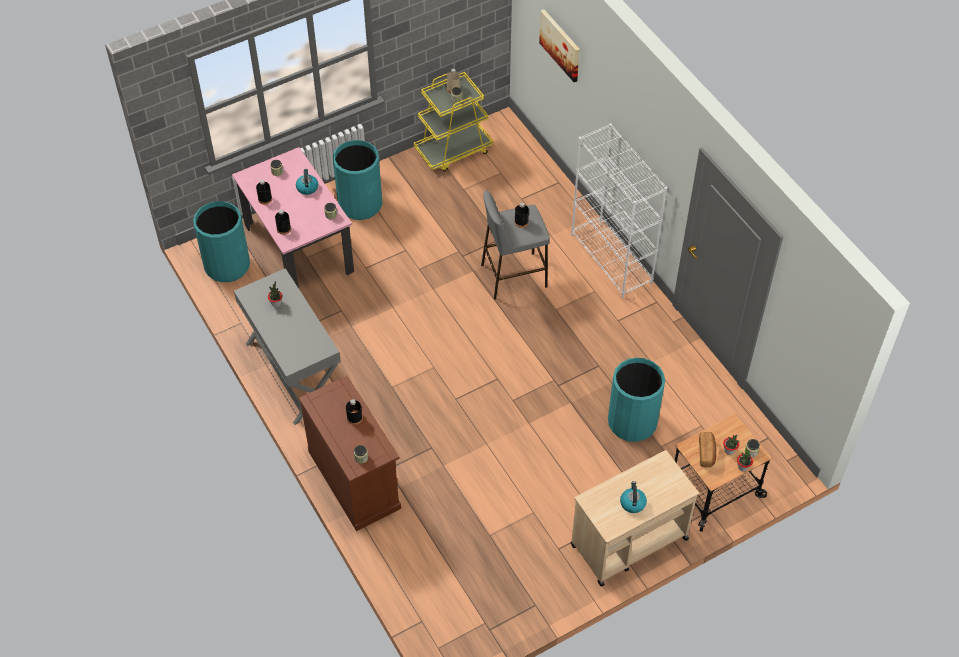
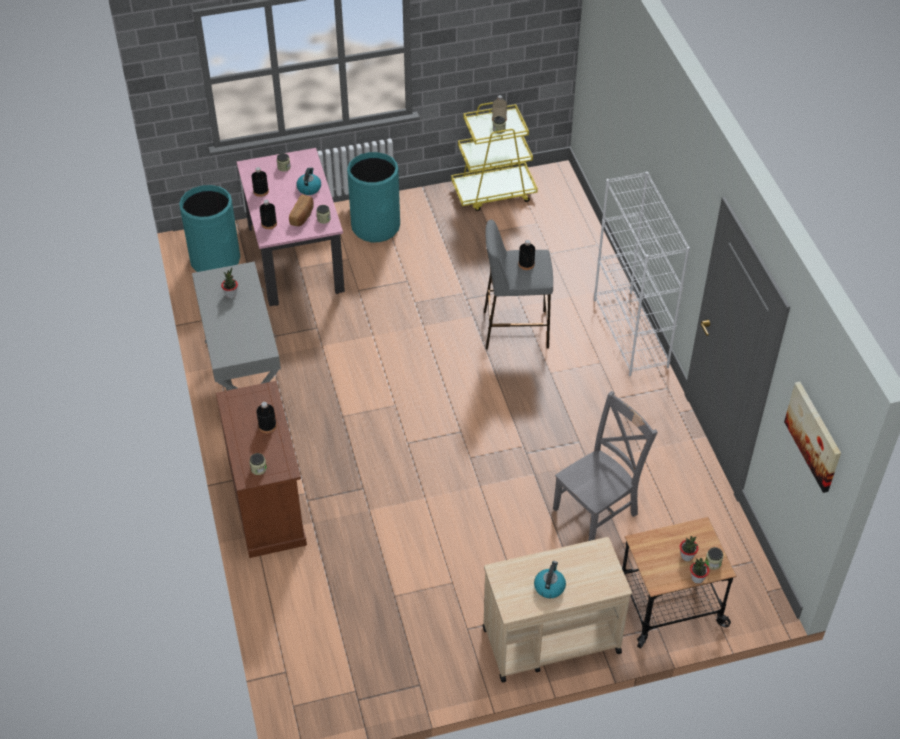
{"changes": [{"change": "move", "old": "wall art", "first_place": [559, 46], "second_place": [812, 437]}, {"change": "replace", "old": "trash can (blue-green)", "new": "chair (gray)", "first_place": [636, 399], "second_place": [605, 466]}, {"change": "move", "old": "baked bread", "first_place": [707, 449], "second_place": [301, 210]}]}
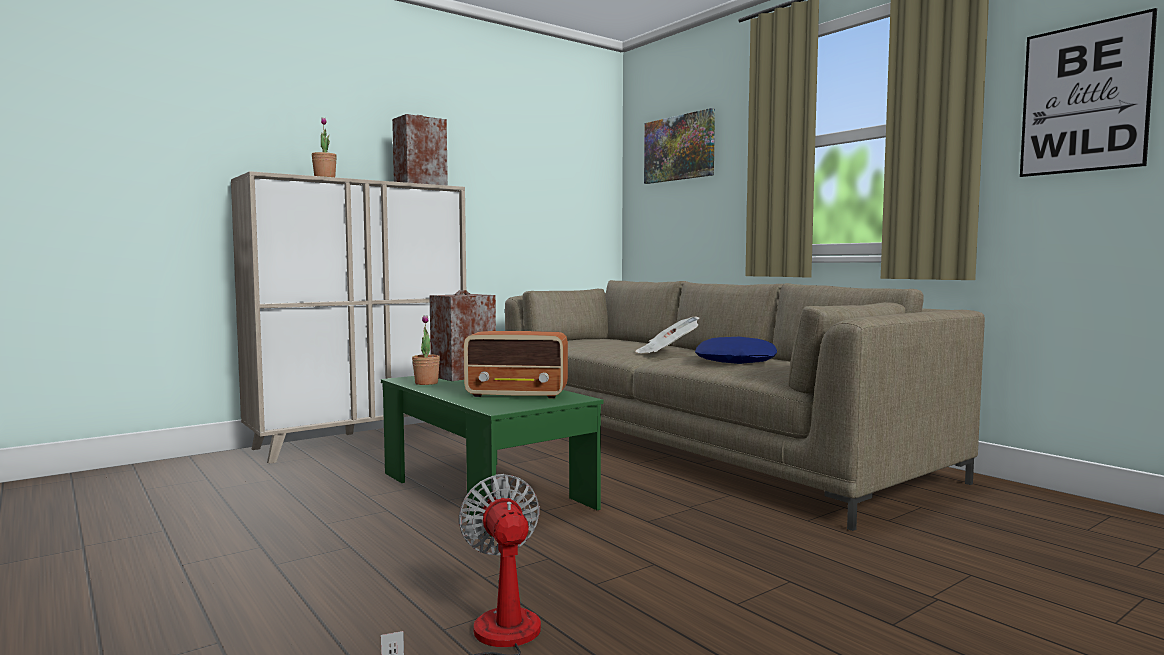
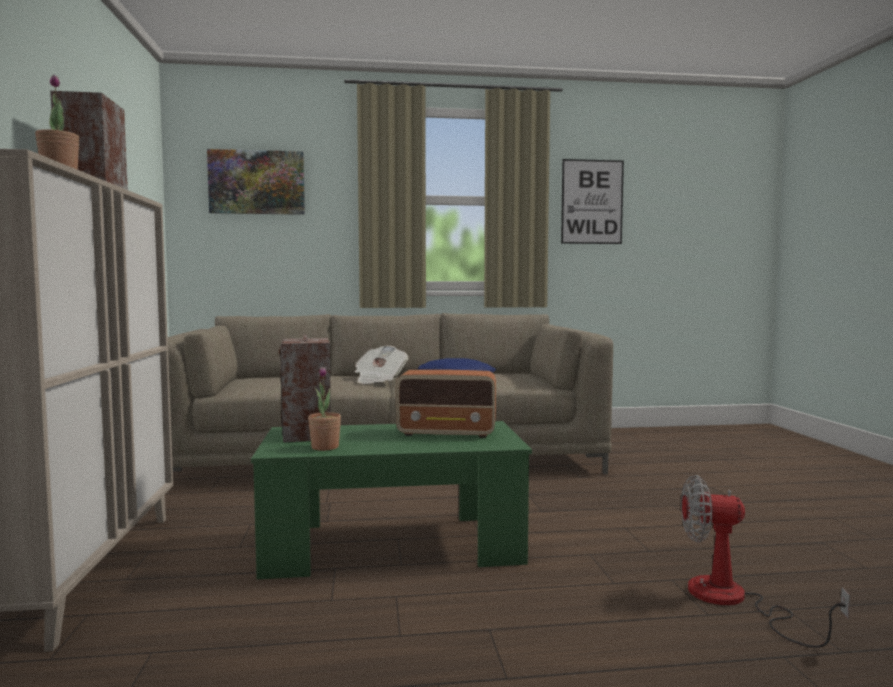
{"changes": [{"change": "rotate", "old": "radio receiver", "first_place": [516, 365], "second_place": [446, 404], "degrees": 60}]}
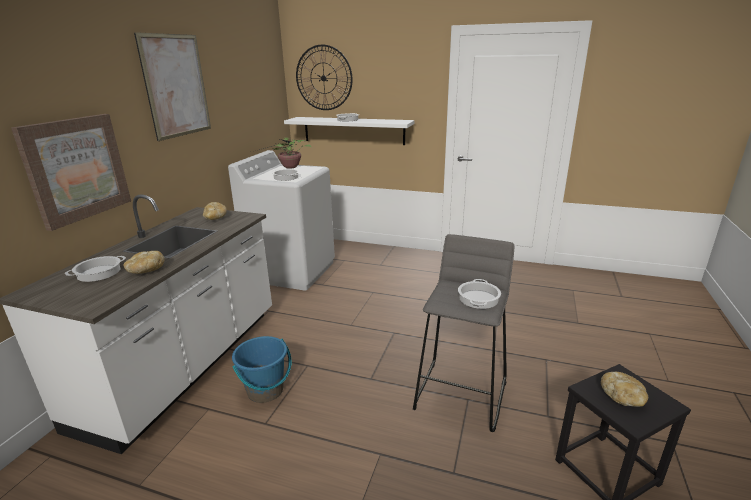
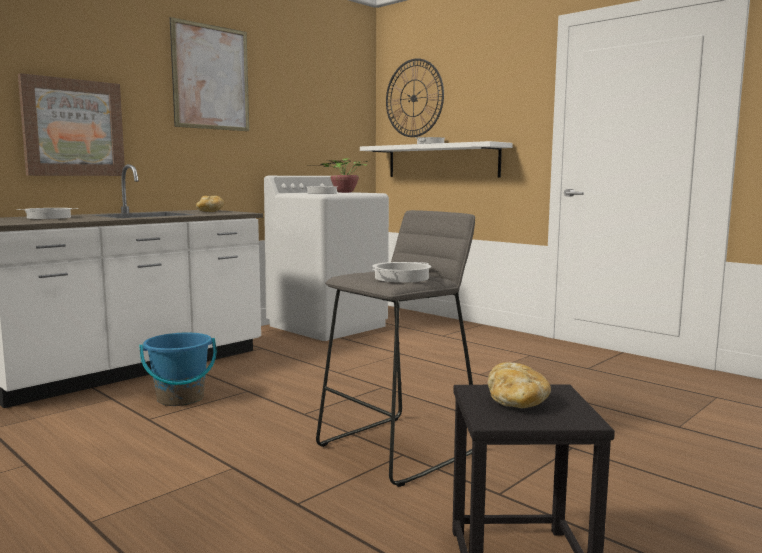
{"changes": [{"change": "delete", "old": "baked bread", "first_place": [143, 262]}]}
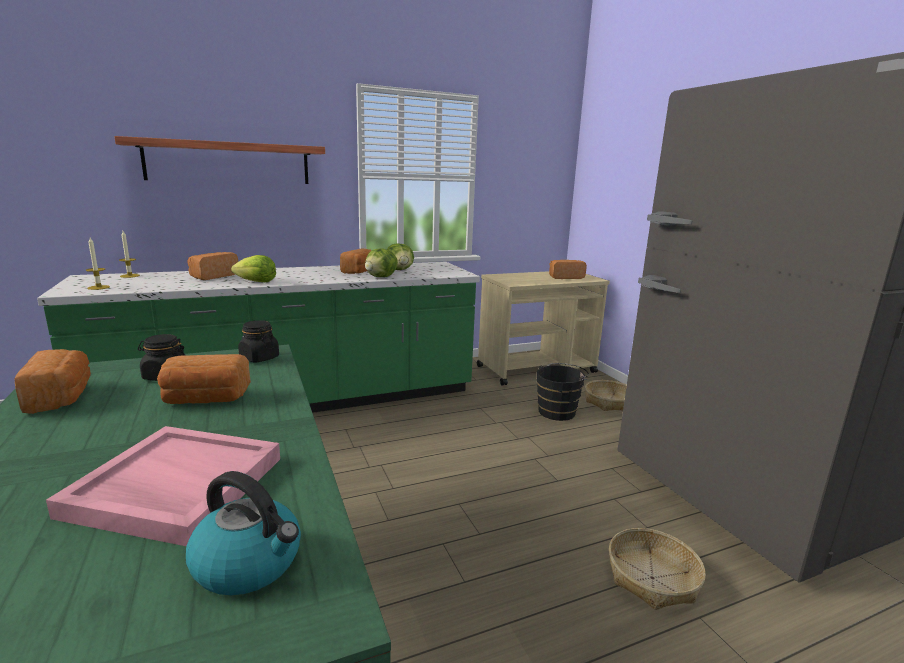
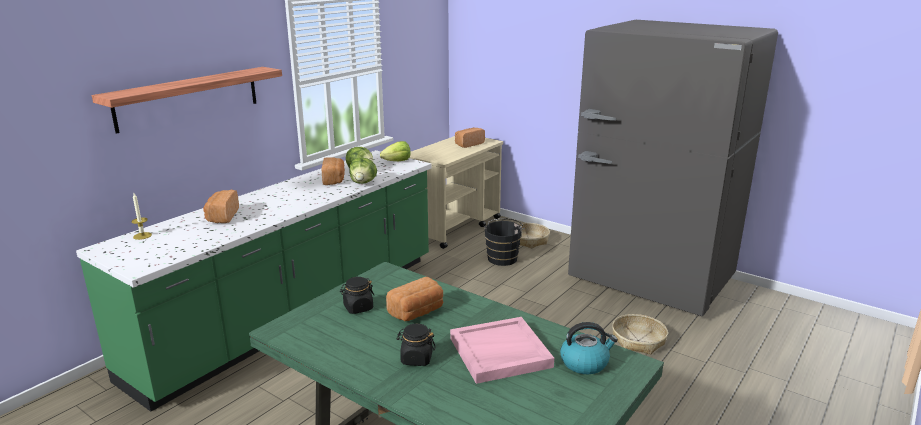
{"changes": [{"change": "delete", "old": "wax light", "first_place": [98, 264]}, {"change": "move", "old": "head of lettuce", "first_place": [253, 268], "second_place": [395, 151]}, {"change": "move", "old": "jar (black)", "first_place": [258, 341], "second_place": [416, 344]}, {"change": "delete", "old": "baked bread", "first_place": [52, 381]}]}
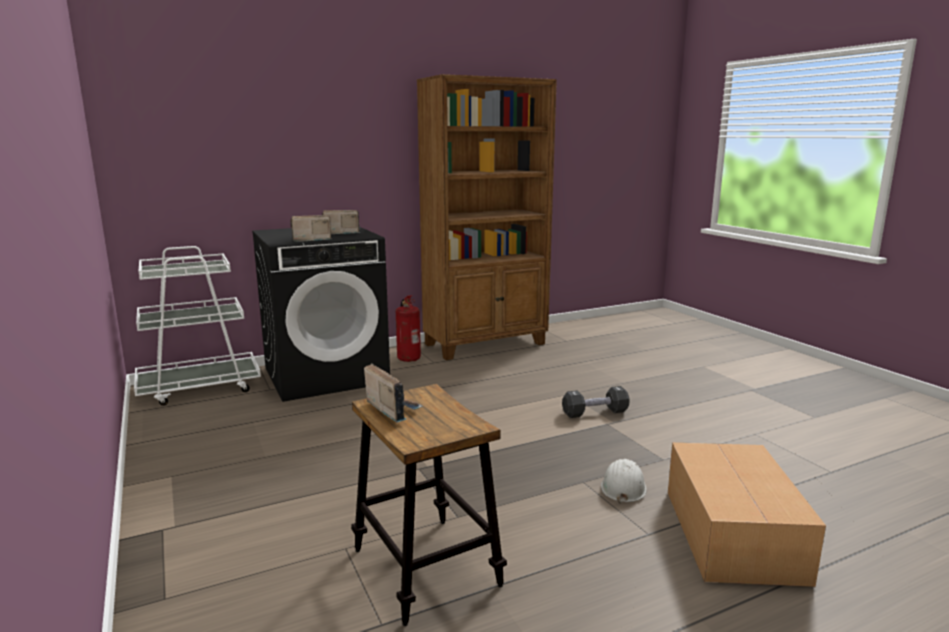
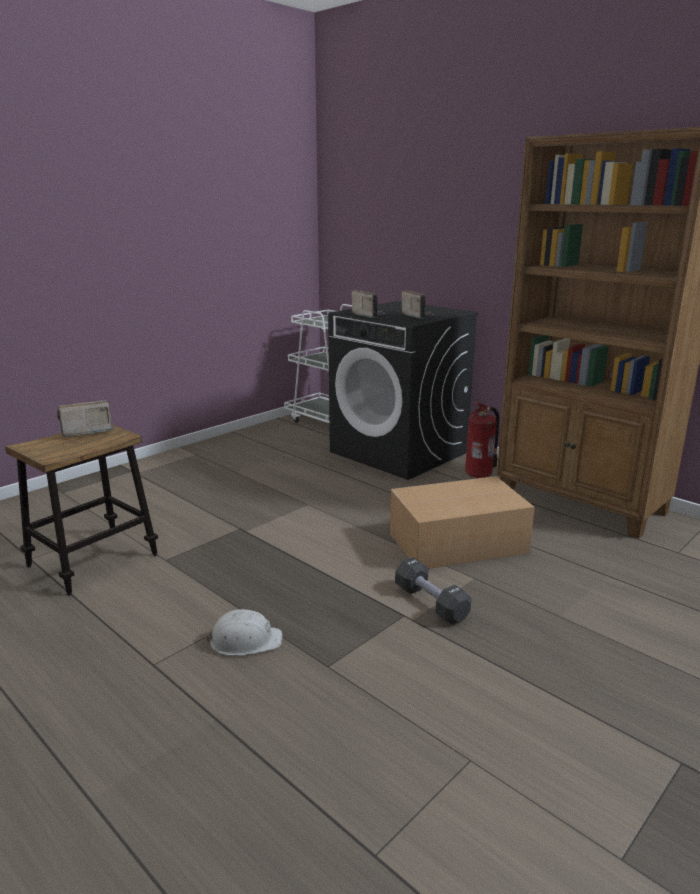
{"changes": [{"change": "rotate", "old": "radio receiver", "first_place": [393, 392], "second_place": [85, 418], "degrees": -150}, {"change": "move", "old": "cardboard box", "first_place": [747, 514], "second_place": [462, 522]}]}
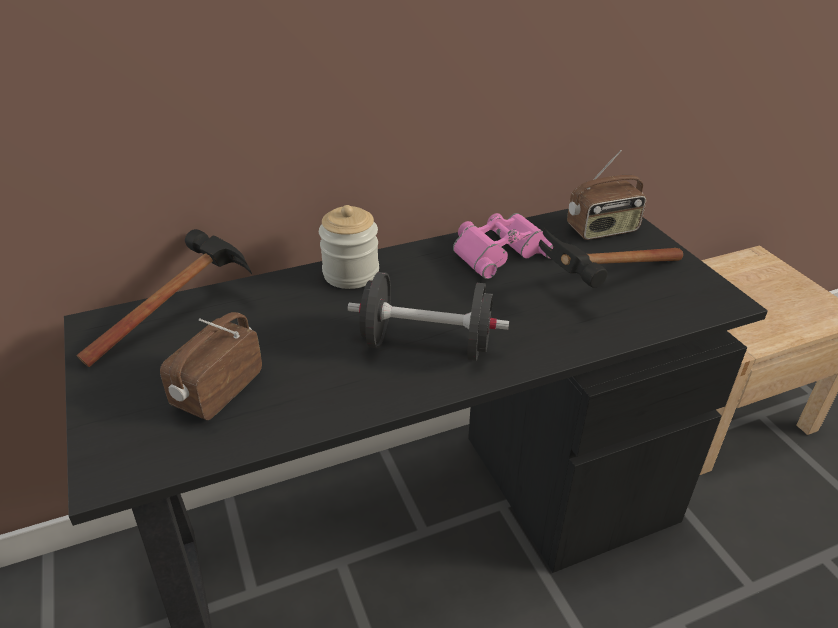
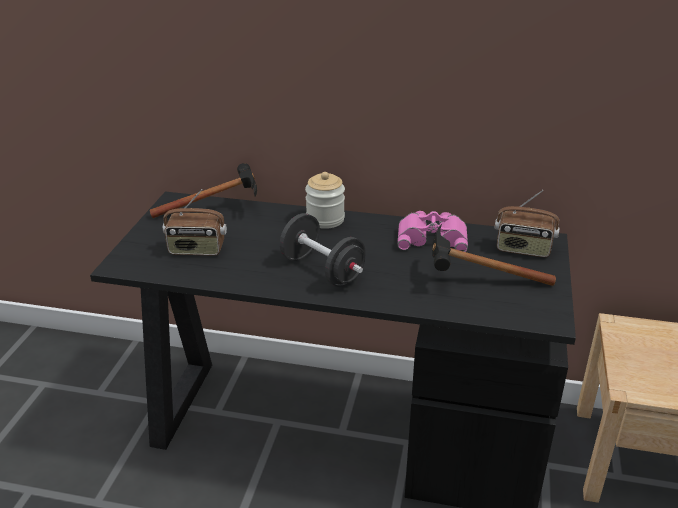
{"changes": [{"change": "rotate", "old": "radio receiver", "first_place": [211, 366], "second_place": [195, 222], "degrees": -150}]}
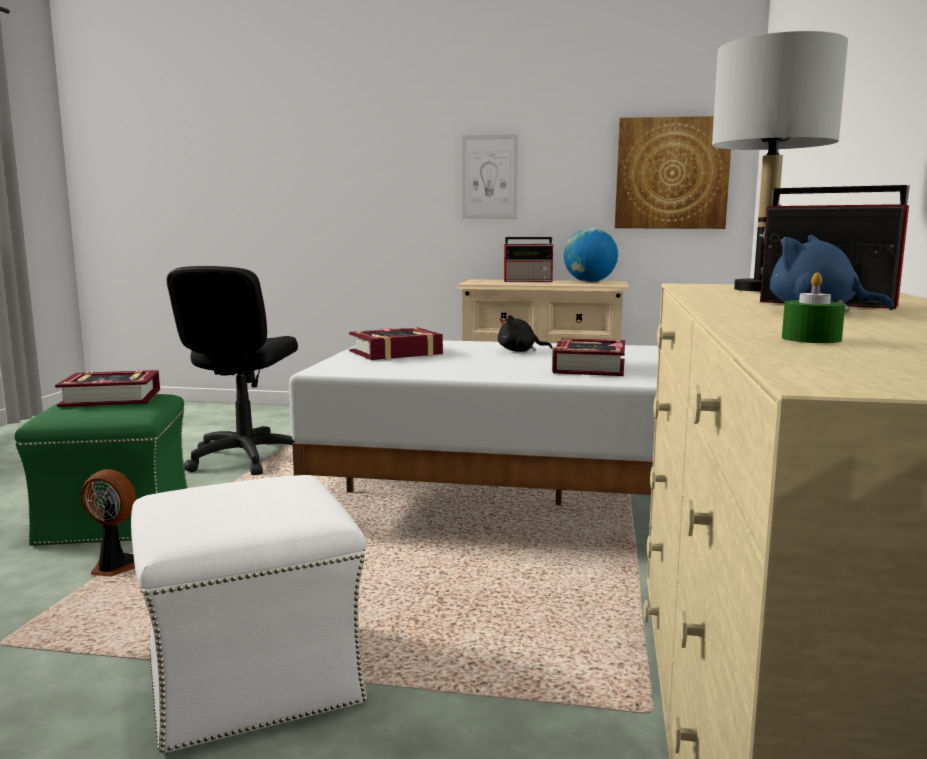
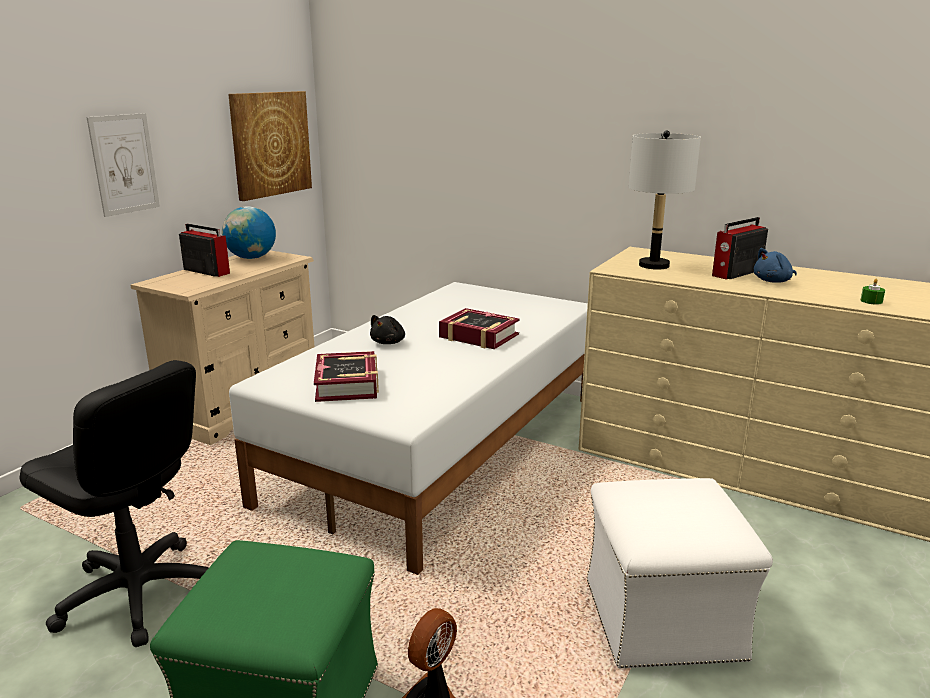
{"changes": [{"change": "rotate", "old": "radio receiver", "first_place": [529, 259], "second_place": [204, 250], "degrees": -75}, {"change": "delete", "old": "book", "first_place": [107, 388]}]}
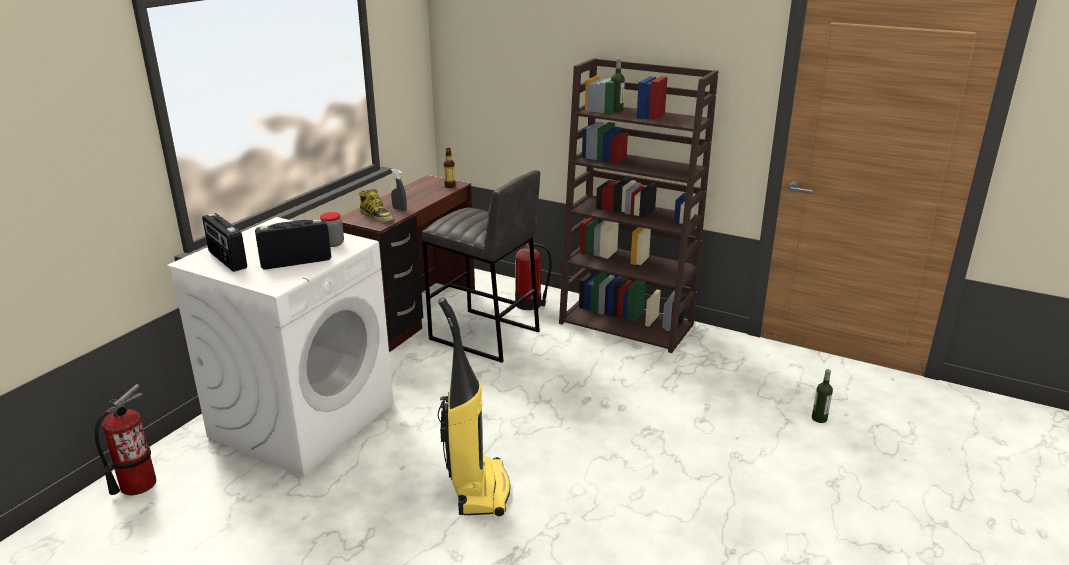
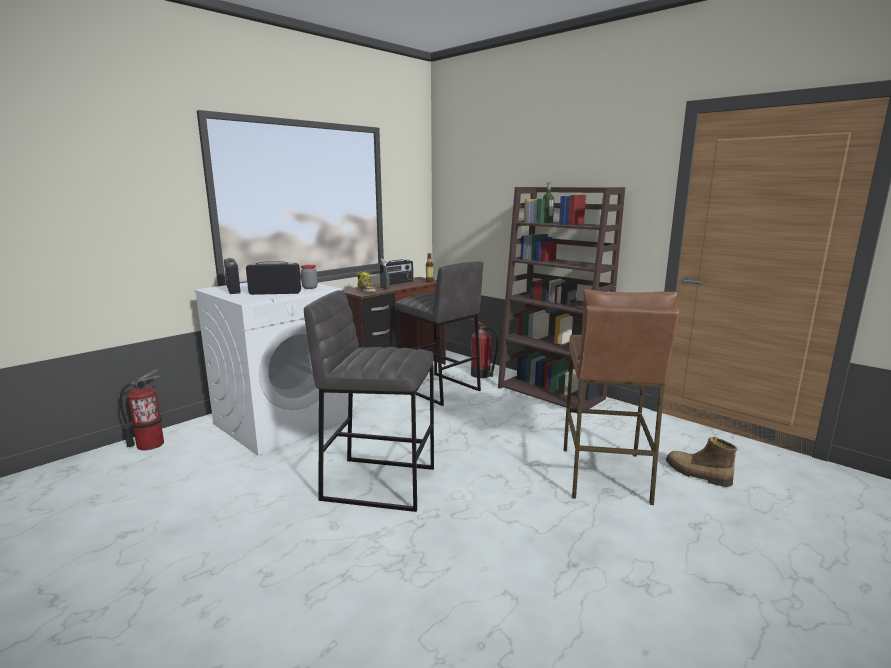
{"changes": [{"change": "replace", "old": "hoover", "new": "stool seat (gray)", "first_place": [474, 406], "second_place": [369, 401]}, {"change": "replace", "old": "drink bottle", "new": "tall boot", "first_place": [822, 396], "second_place": [701, 462]}, {"change": "insert", "new": "radio receiver", "second_place": [396, 272]}, {"change": "insert", "new": "stool seat (brown)", "second_place": [621, 397]}]}
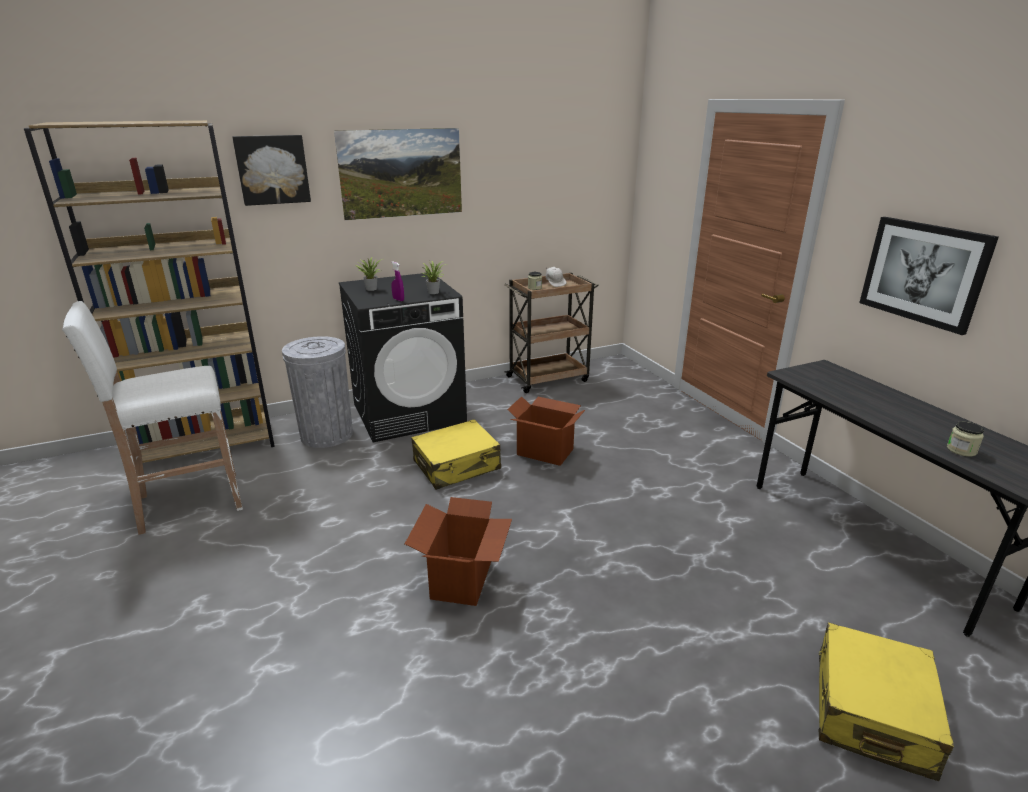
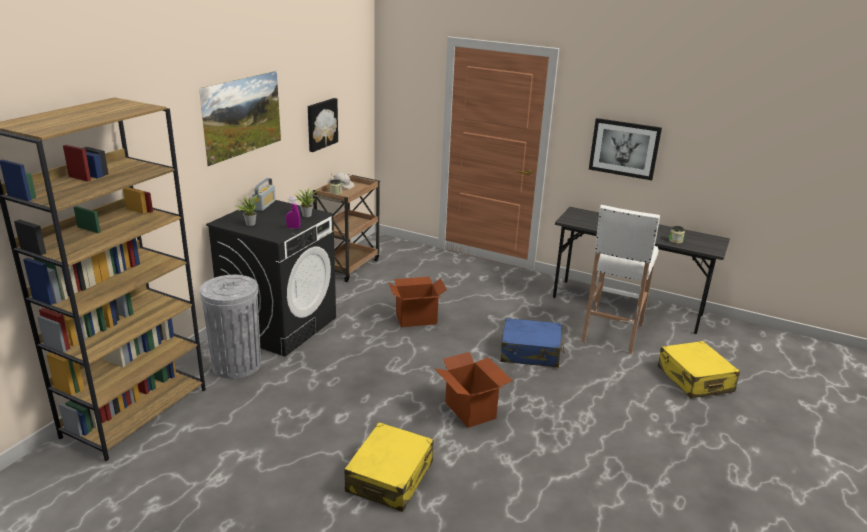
{"changes": [{"change": "move", "old": "wall art", "first_place": [271, 170], "second_place": [323, 125]}, {"change": "move", "old": "stool seat (whitish)", "first_place": [152, 418], "second_place": [621, 279]}, {"change": "move", "old": "travel case (yellow)", "first_place": [456, 454], "second_place": [389, 467]}, {"change": "insert", "new": "radio receiver", "second_place": [264, 194]}, {"change": "insert", "new": "travel case (blue-coloured)", "second_place": [533, 343]}]}
